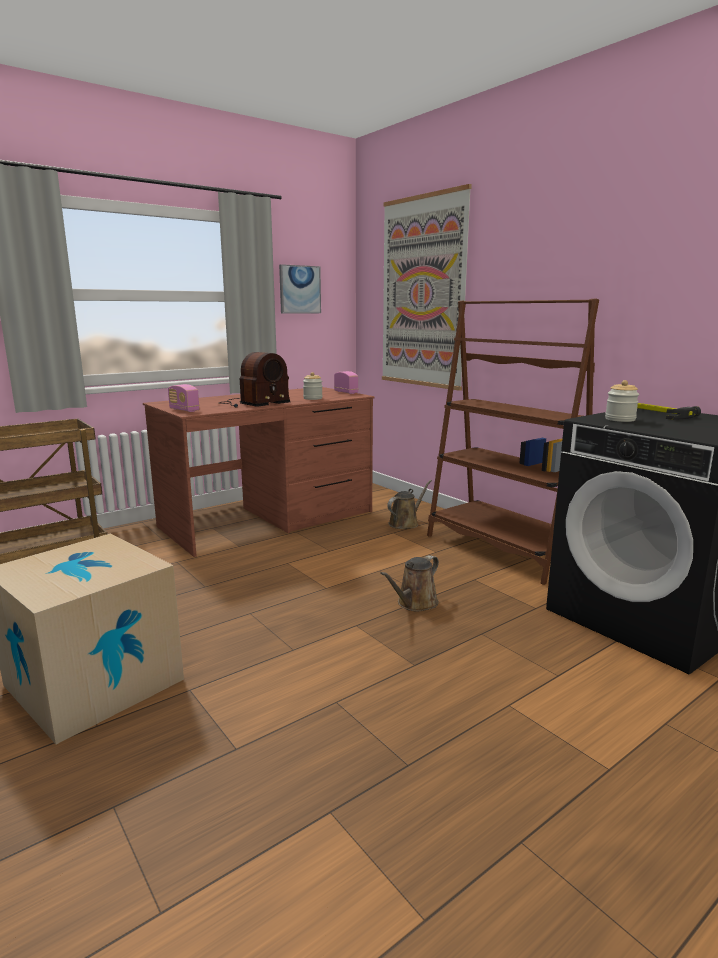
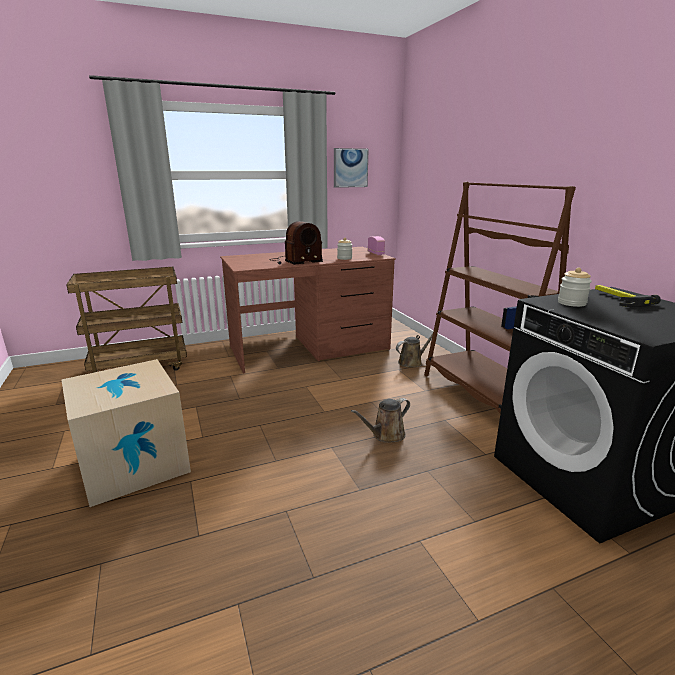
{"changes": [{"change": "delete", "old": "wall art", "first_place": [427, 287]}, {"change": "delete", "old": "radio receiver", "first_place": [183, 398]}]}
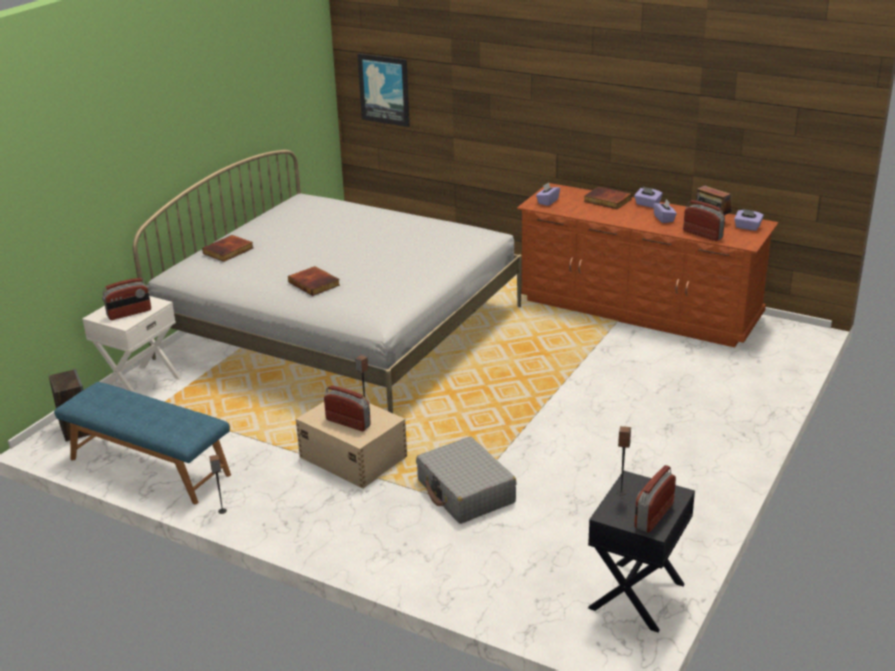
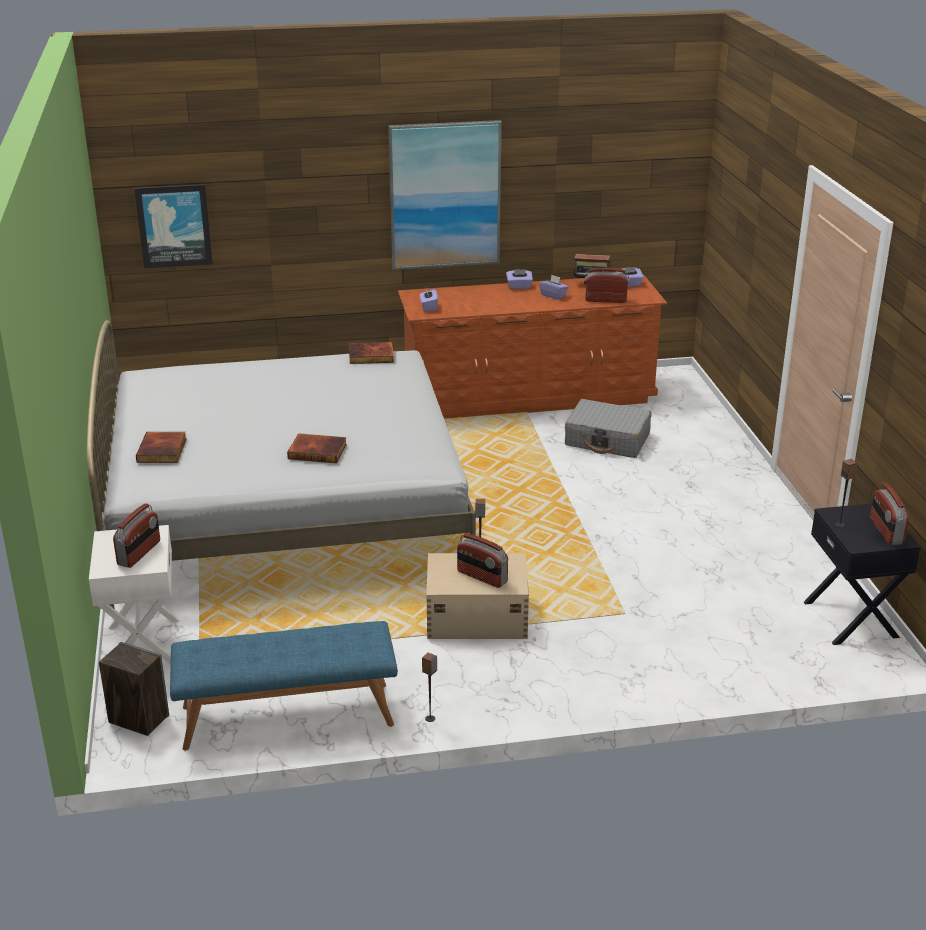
{"changes": [{"change": "move", "old": "book", "first_place": [608, 197], "second_place": [371, 353]}, {"change": "rotate", "old": "radio receiver", "first_place": [347, 408], "second_place": [482, 560], "degrees": -135}, {"change": "move", "old": "travel case (gray)", "first_place": [466, 480], "second_place": [608, 428]}, {"change": "insert", "new": "wall art", "second_place": [445, 195]}]}
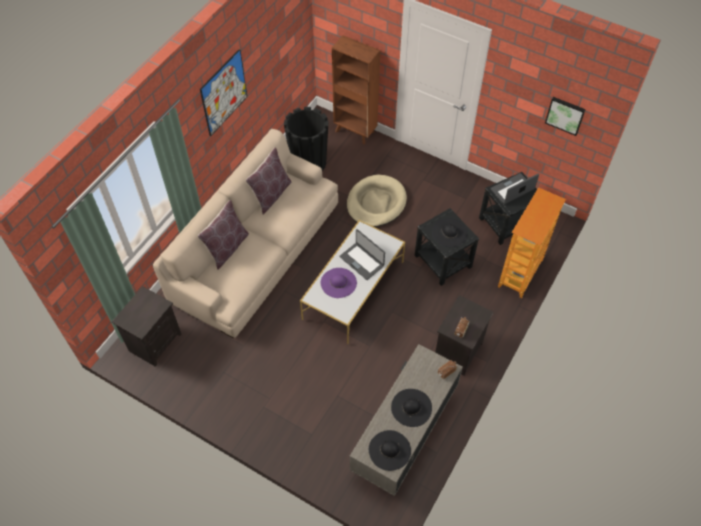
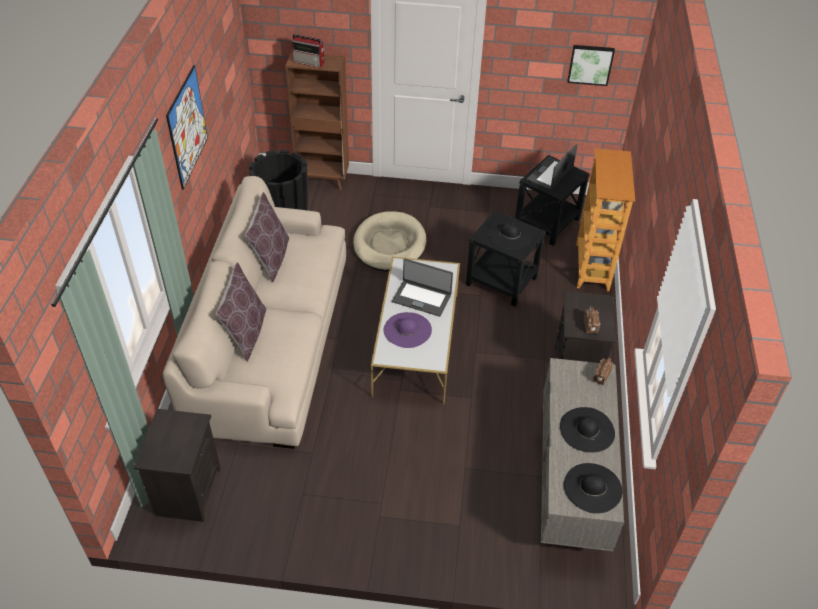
{"changes": [{"change": "insert", "new": "radio receiver", "second_place": [307, 51]}]}
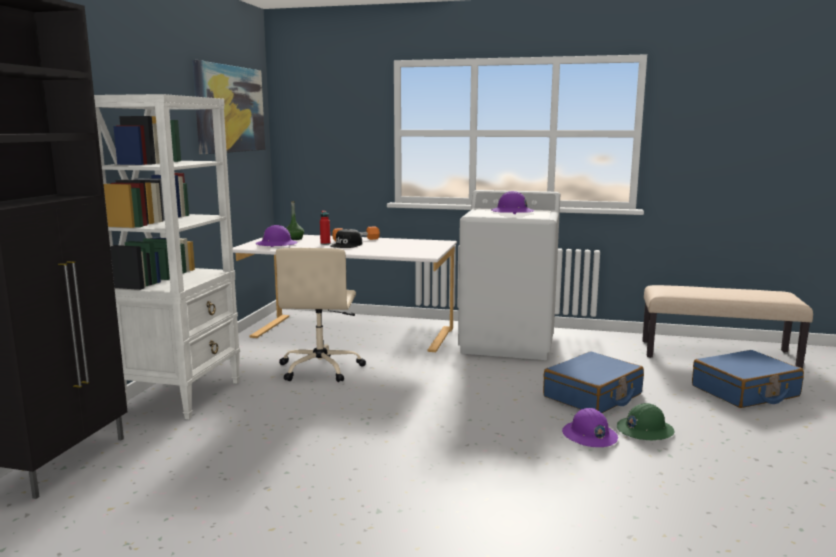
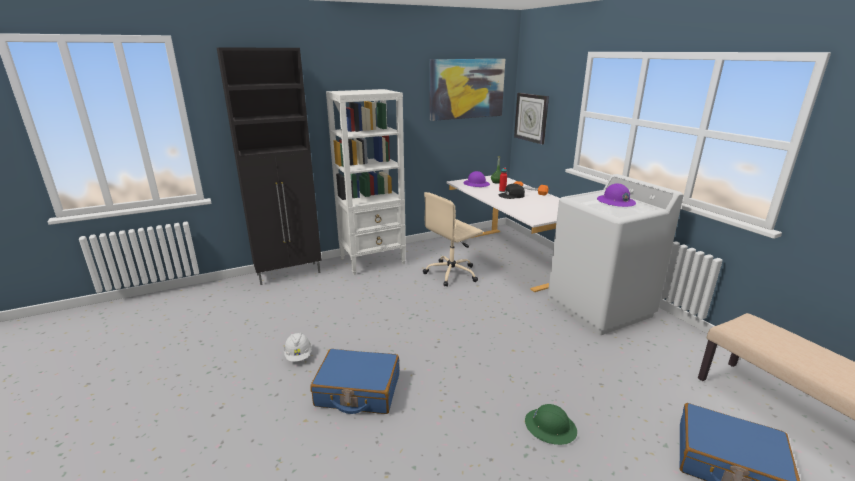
{"changes": [{"change": "move", "old": "travel case (blue-coloured)", "first_place": [593, 382], "second_place": [354, 381]}, {"change": "delete", "old": "work helmet (purplish)", "first_place": [590, 427]}, {"change": "insert", "new": "wall clock", "second_place": [531, 118]}, {"change": "insert", "new": "work helmet (whitish)", "second_place": [298, 347]}]}
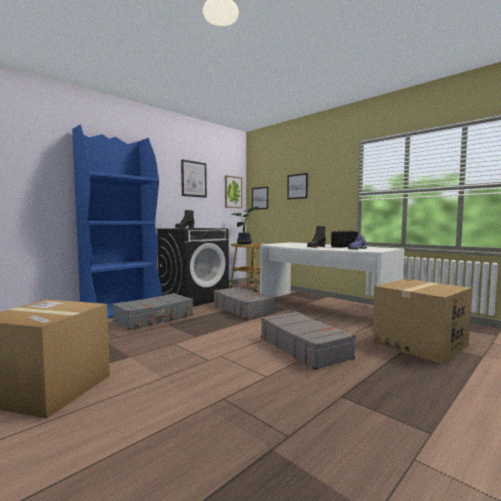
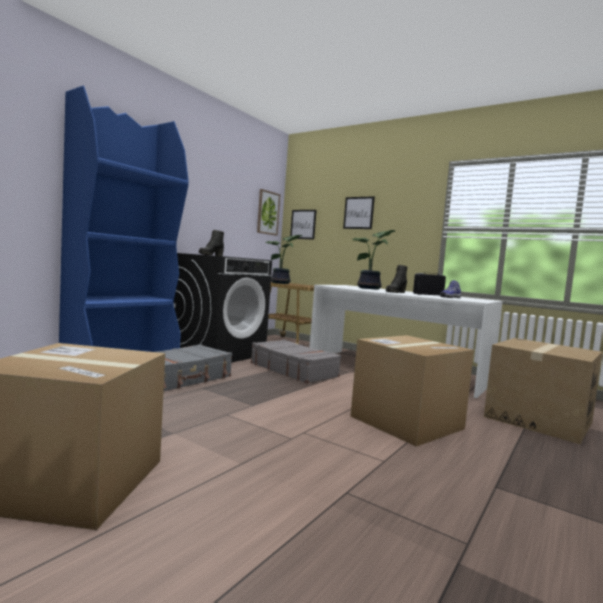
{"changes": [{"change": "delete", "old": "wall art", "first_place": [194, 179]}, {"change": "replace", "old": "travel case (gray)", "new": "cardboard box", "first_place": [308, 340], "second_place": [412, 391]}, {"change": "insert", "new": "houseplant", "second_place": [373, 259]}]}
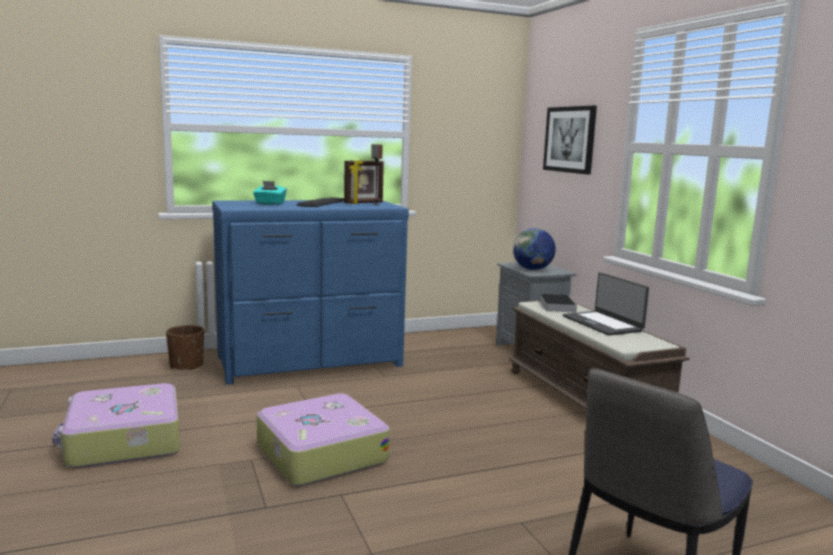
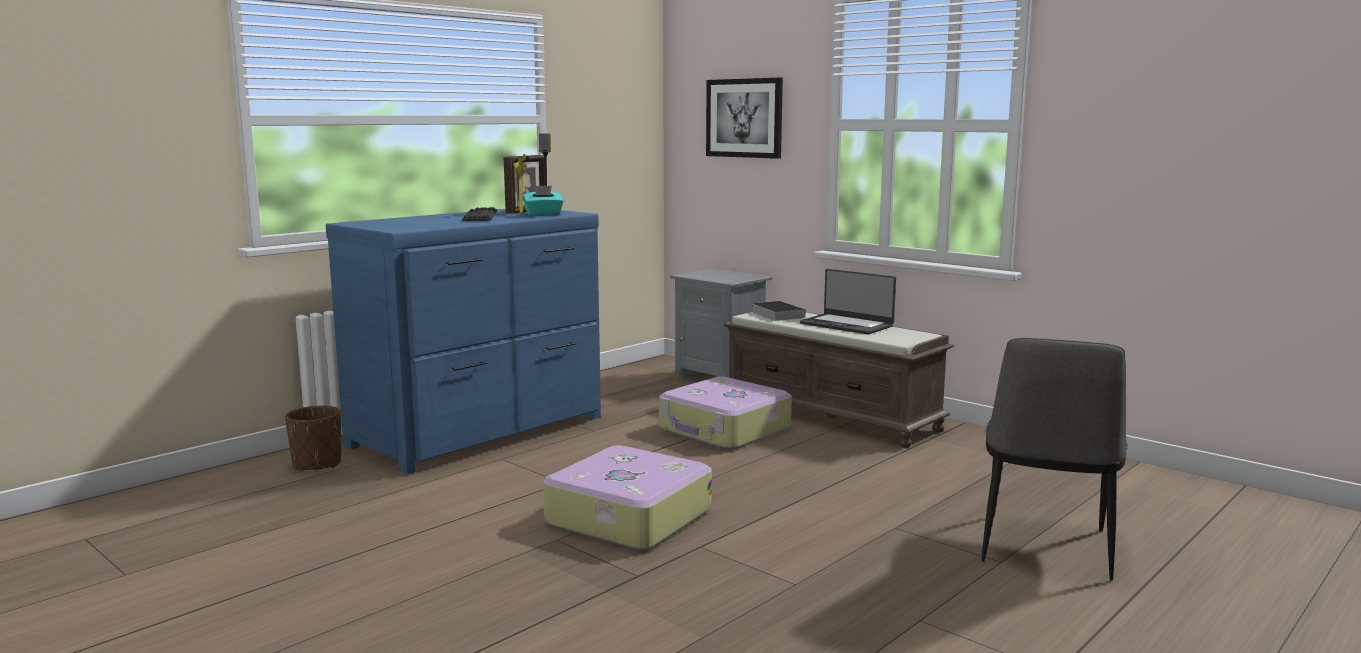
{"changes": [{"change": "move", "old": "tissue holder (blue-green)", "first_place": [270, 193], "second_place": [543, 200]}, {"change": "delete", "old": "world globe", "first_place": [534, 249]}, {"change": "move", "old": "travel case", "first_place": [116, 425], "second_place": [725, 413]}]}
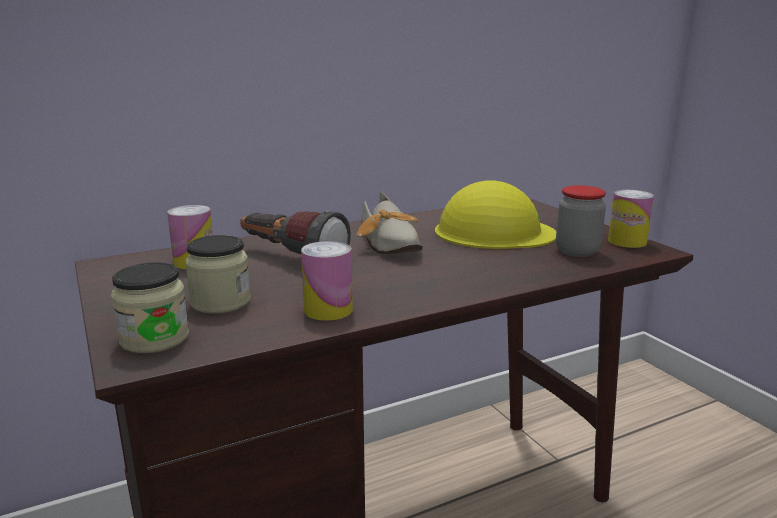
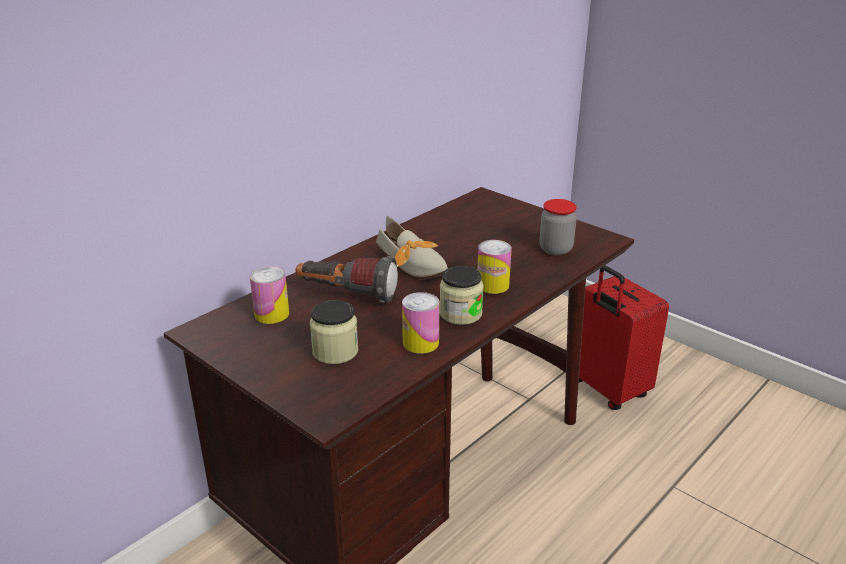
{"changes": [{"change": "delete", "old": "work helmet (yellow)", "first_place": [495, 214]}, {"change": "move", "old": "metal can", "first_place": [631, 219], "second_place": [494, 267]}, {"change": "move", "old": "jar", "first_place": [150, 307], "second_place": [461, 295]}, {"change": "insert", "new": "travel case (reddish)", "second_place": [624, 338]}]}
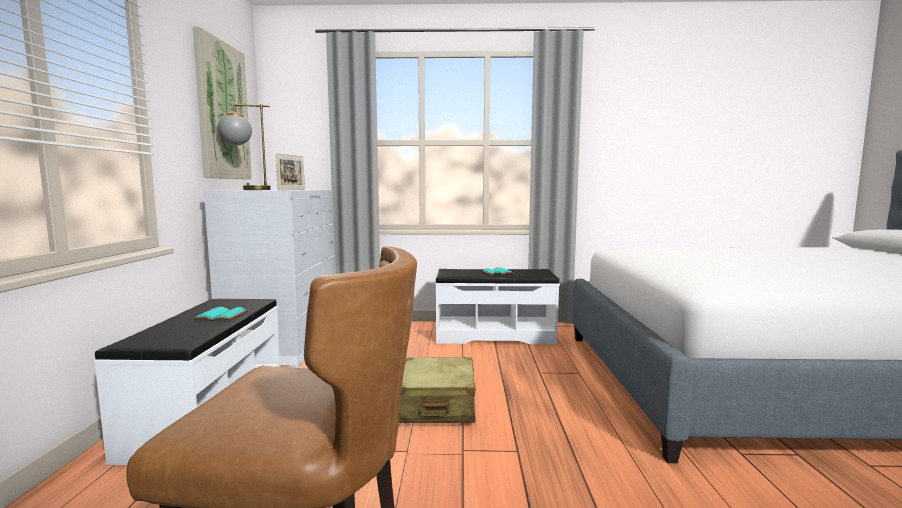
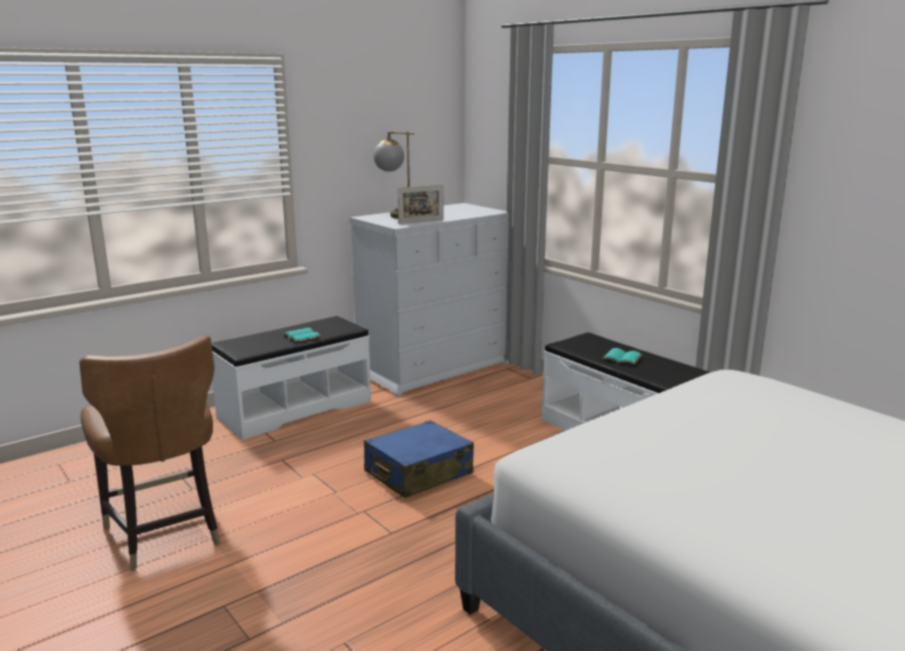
{"changes": [{"change": "delete", "old": "wall art", "first_place": [222, 102]}, {"change": "recolor", "old": "travel case (sand-coloured)", "new": "travel case (blue-coloured)", "first_place": [437, 390], "second_place": [419, 459]}]}
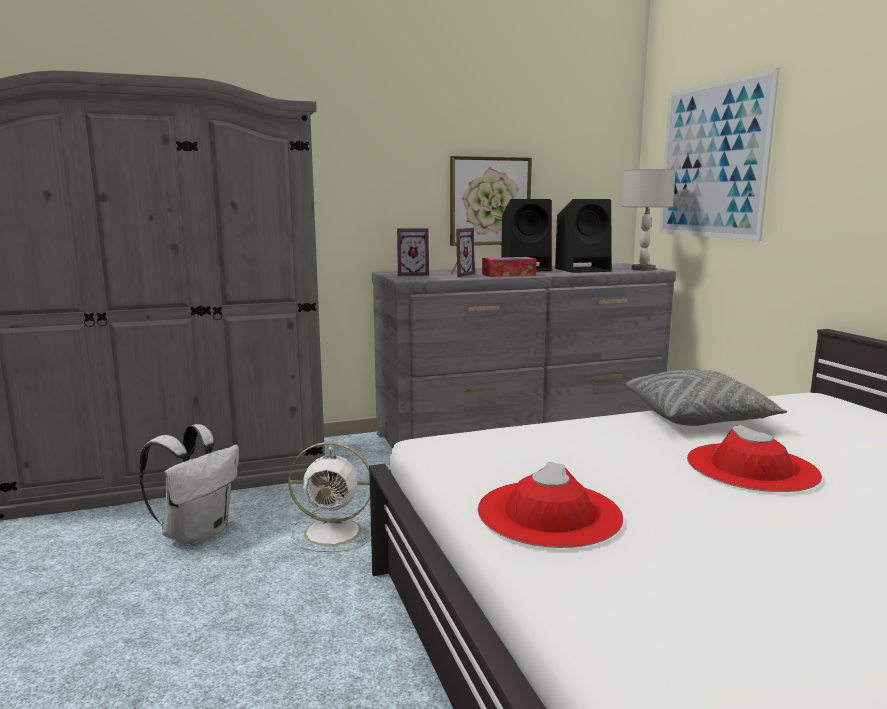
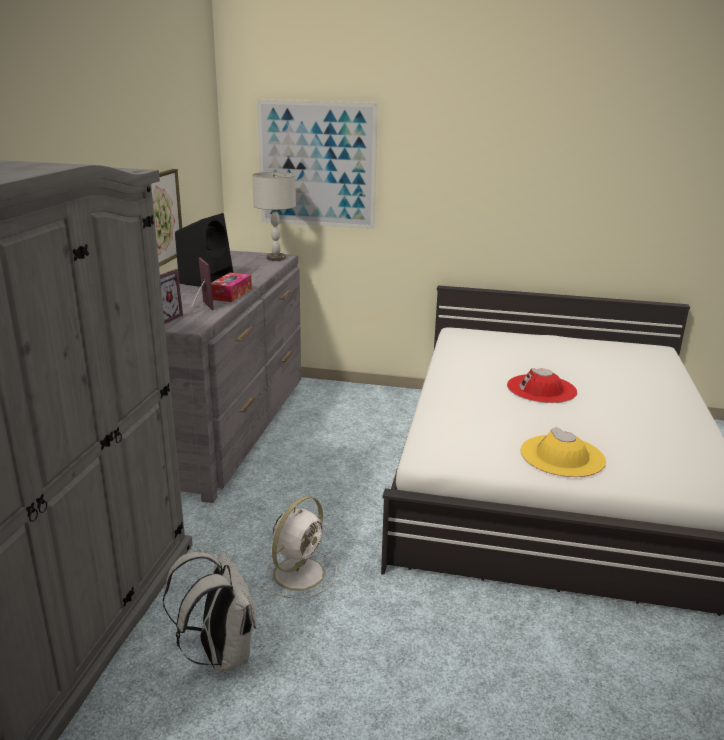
{"changes": [{"change": "delete", "old": "speaker (black)", "first_place": [583, 236]}, {"change": "delete", "old": "throw pillow (gray)", "first_place": [706, 398]}, {"change": "recolor", "old": "clothing hat (reddish)", "new": "clothing hat (yellow)", "first_place": [550, 505], "second_place": [563, 452]}]}
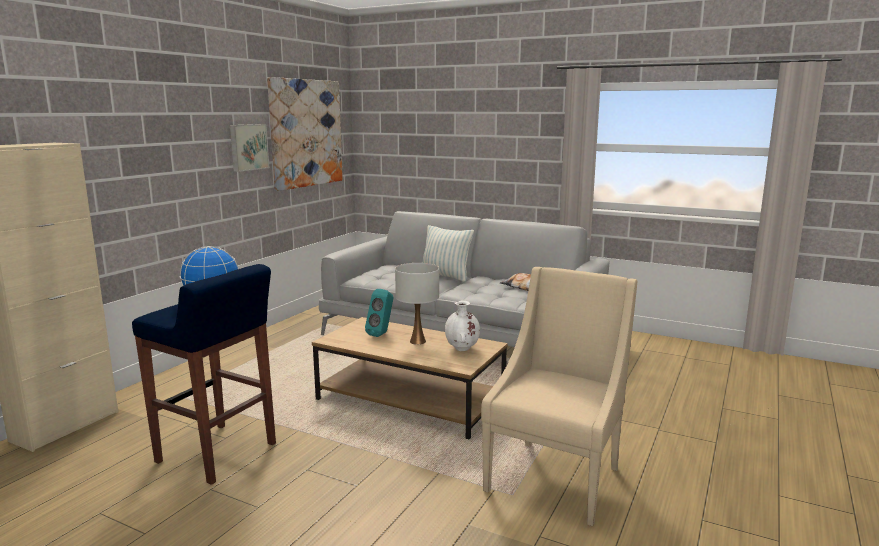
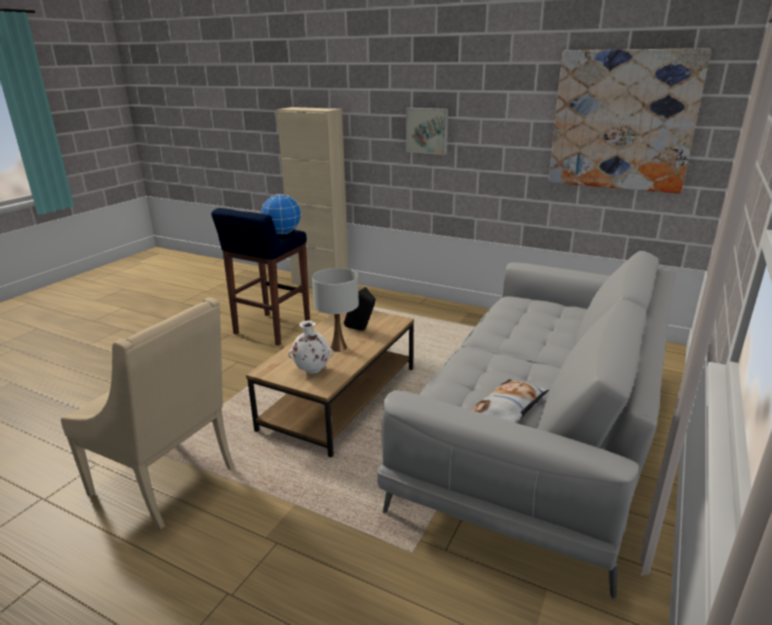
{"changes": [{"change": "move", "old": "wall art", "first_place": [249, 148], "second_place": [427, 131]}, {"change": "delete", "old": "throw pillow", "first_place": [448, 253]}, {"change": "recolor", "old": "speaker (blue-green)", "new": "speaker (black)", "first_place": [379, 313], "second_place": [360, 309]}]}
